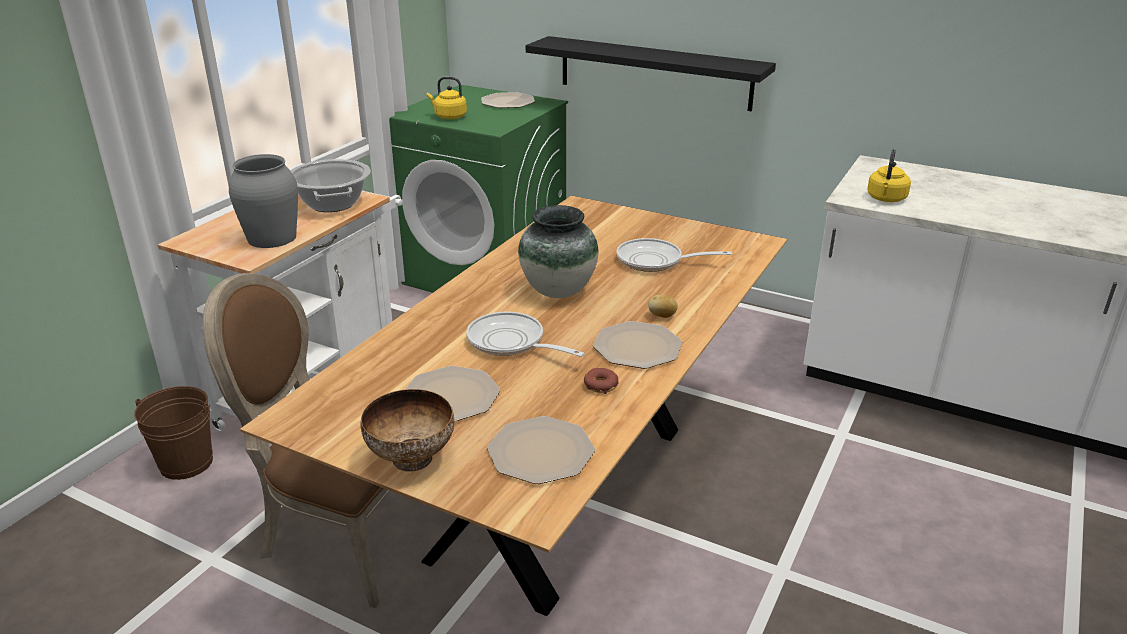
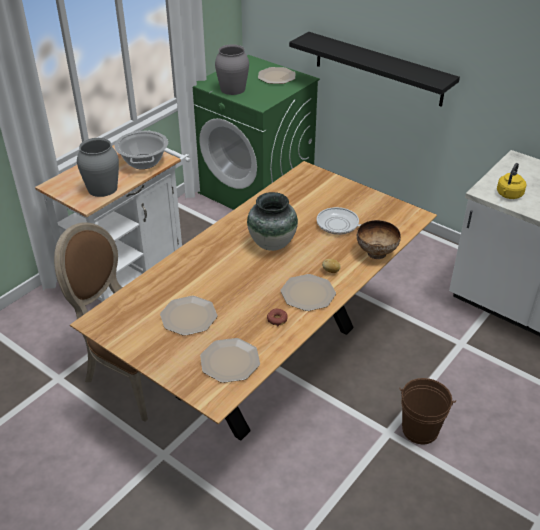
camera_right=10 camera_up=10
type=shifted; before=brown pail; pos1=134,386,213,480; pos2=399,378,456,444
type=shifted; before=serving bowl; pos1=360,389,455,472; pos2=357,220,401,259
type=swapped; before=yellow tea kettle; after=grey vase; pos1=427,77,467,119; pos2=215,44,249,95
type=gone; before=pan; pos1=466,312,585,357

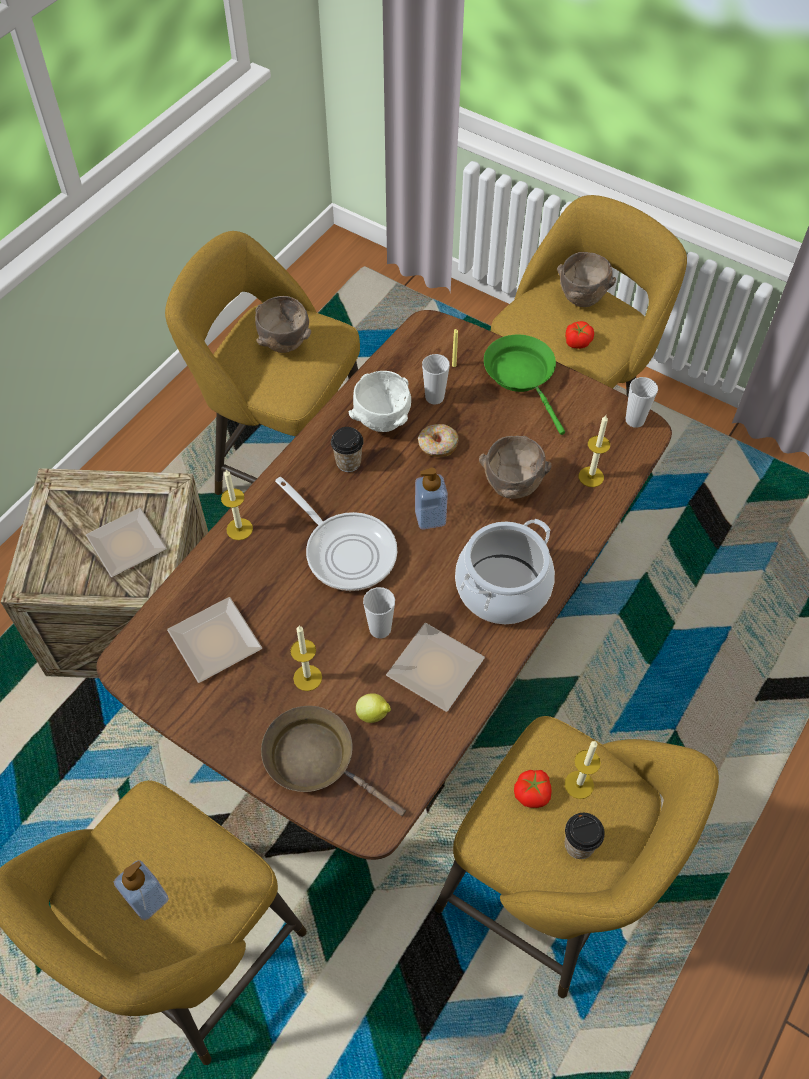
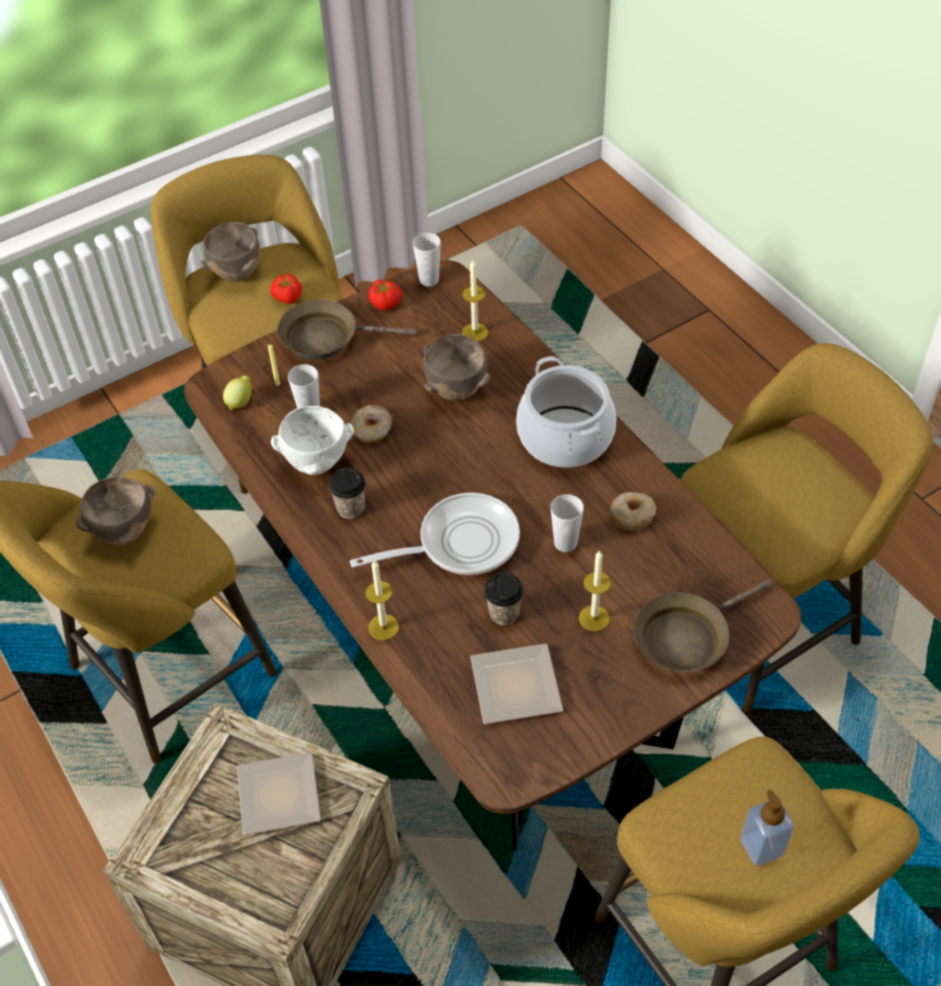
camera_right=-65 camera_up=-5
type=shifted; before=lemon; pos1=356,693,391,723; pos2=223,375,251,410
type=swapped; before=dinner plate; after=doughnut; pos1=386,623,485,712; pos2=610,492,656,530
type=gone; before=soap dispenser; pos1=415,468,448,529
type=repainted; before=green-coloured pan; after=brown pan; pos1=484,335,565,435; pos2=277,300,417,360
type=shifted; before=fresh tomato; pos1=514,770,551,808; pos2=369,279,402,311
type=gone; before=candle; pos1=565,741,601,799
type=shifted; before=drinking cup; pos1=565,813,605,859; pos2=484,572,524,625

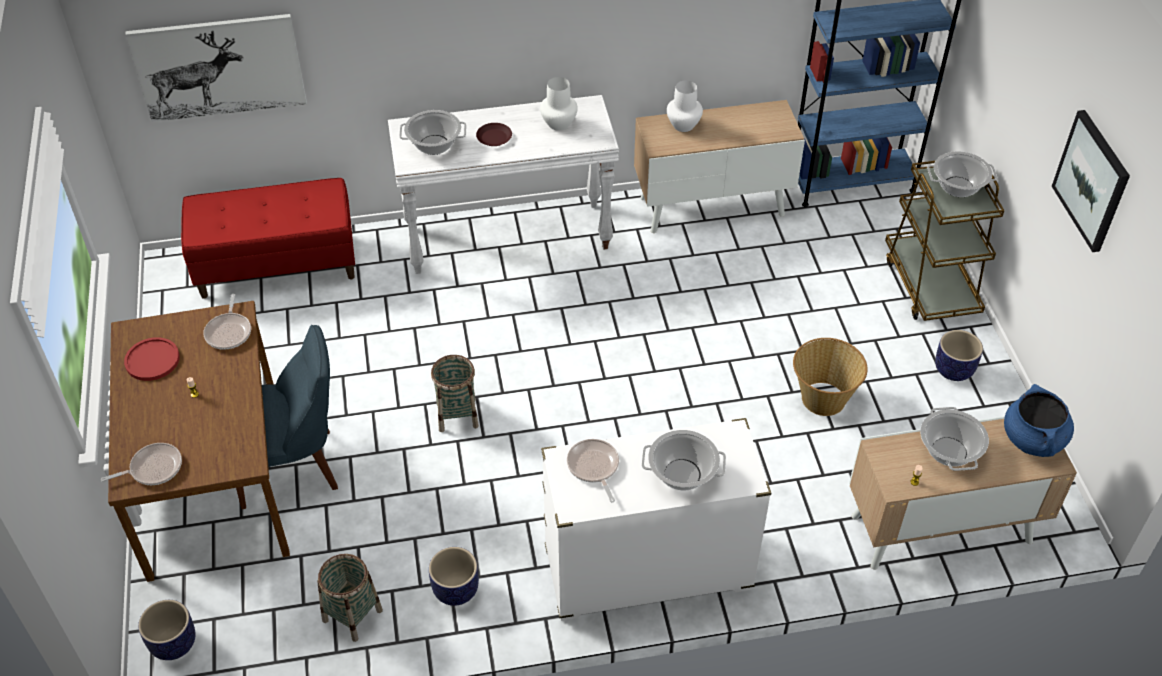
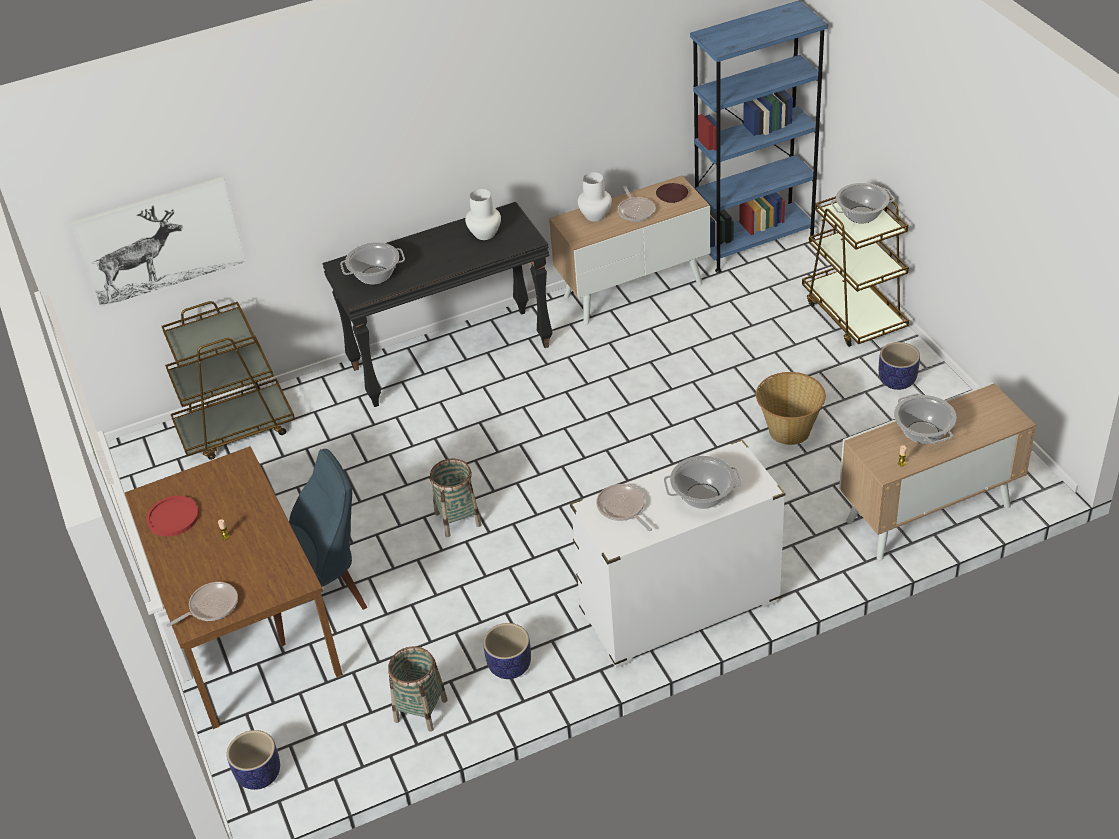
camera_right=-10 camera_up=-5
type=swapped; before=red-coloured long seat; after=brown trolley; pos1=181,178,355,299; pos2=162,301,295,460
type=shifted; before=pan; pos1=203,294,251,350; pos2=618,186,655,222
type=repainted; before=whitish narrow table; after=black-coloured narrow table; pos1=388,95,619,274; pos2=322,202,553,407
type=shifted; before=brown dinner plate; pos1=476,123,512,146; pos2=656,183,688,203
type=gone; before=blue cooking pot; pos1=1004,384,1074,457
type=gone; before=picture; pos1=1052,110,1130,252

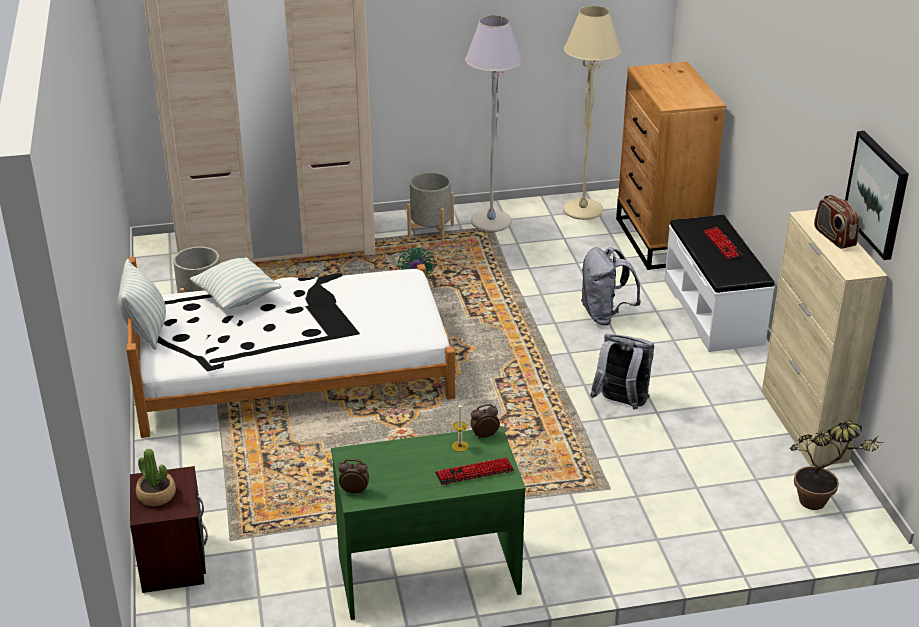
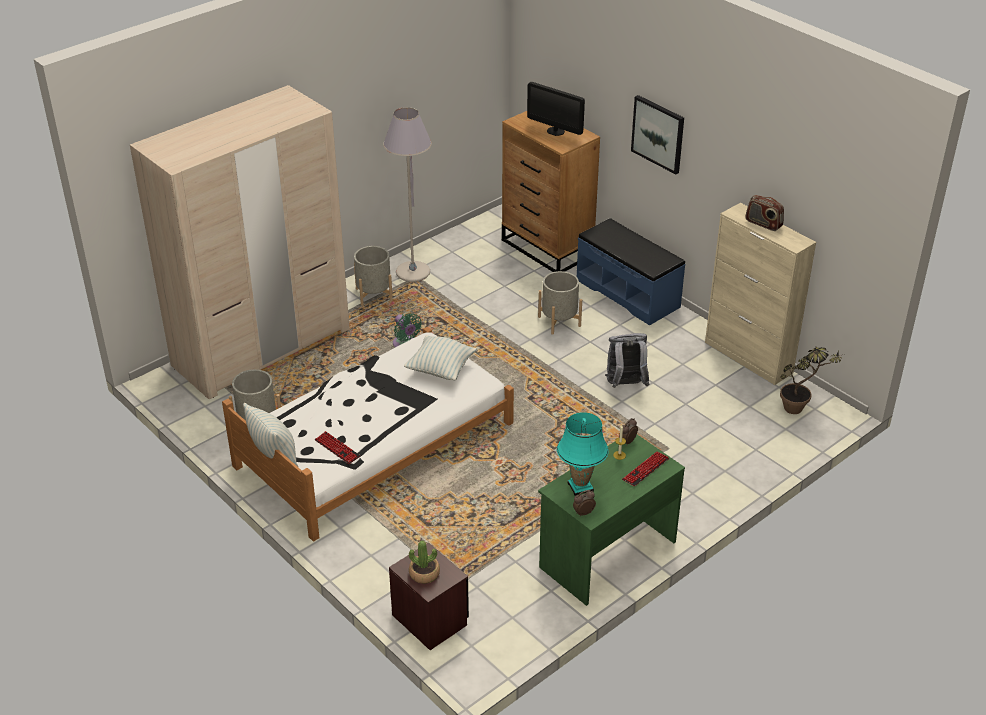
camera_right=-30 camera_up=5
type=shifted; before=cushion; pos1=190,257,281,309; pos2=404,335,477,380
type=gone; before=sand-coloured standing lamp; pos1=563,6,621,220
type=swapped; before=grey knapsack; after=grey flower pot; pos1=581,247,641,325; pos2=538,271,582,335
type=repainted; before=whitish long seat; after=blue long seat; pos1=664,215,775,352; pos2=577,218,685,326
type=shifted; before=keyboard; pos1=703,227,743,259; pos2=315,431,360,464
type=shifted; before=picture; pos1=845,131,909,260; pos2=631,95,684,174
type=new; after=monitor; pos2=527,82,585,136
type=new; after=turquoise-coloured lamp for a table; pos2=557,412,609,496

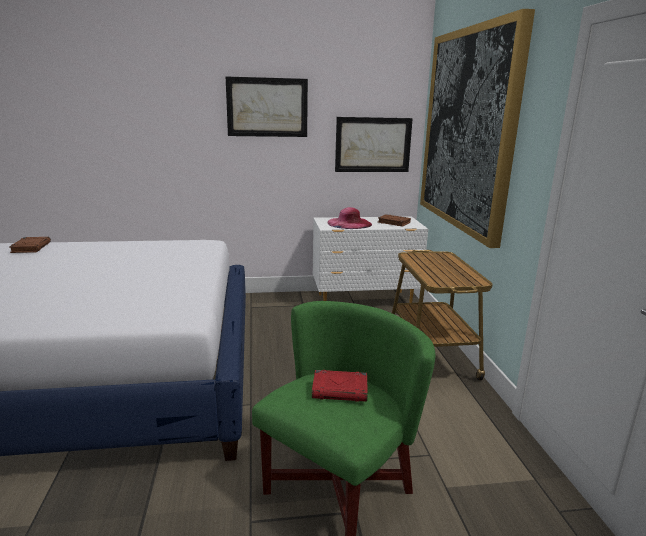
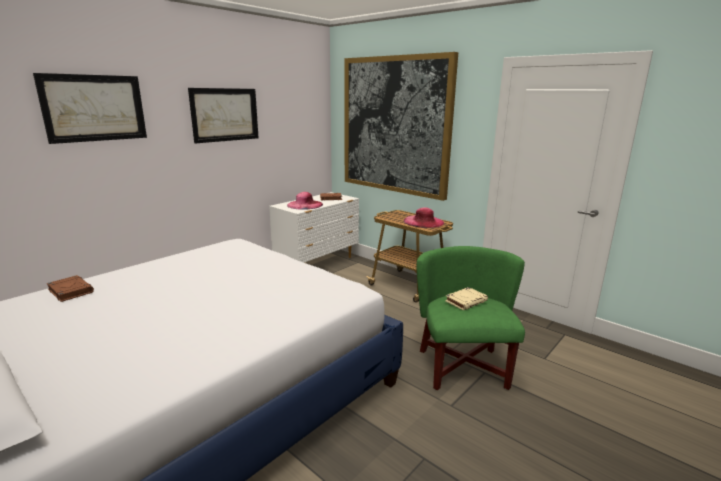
camera_right=-40 camera_up=0
type=repainted; before=red-coloured bound book; after=sand-coloured bound book; pos1=312,370,368,402; pos2=445,287,488,310
type=shifted; before=picture; pos1=335,117,413,172; pos2=33,73,147,144
type=new; after=pinkish clothing hat; pos2=404,207,444,228

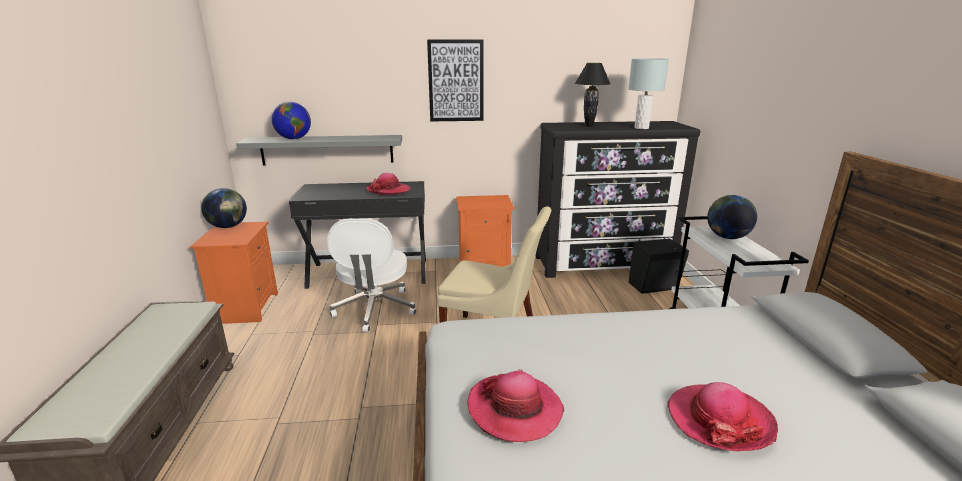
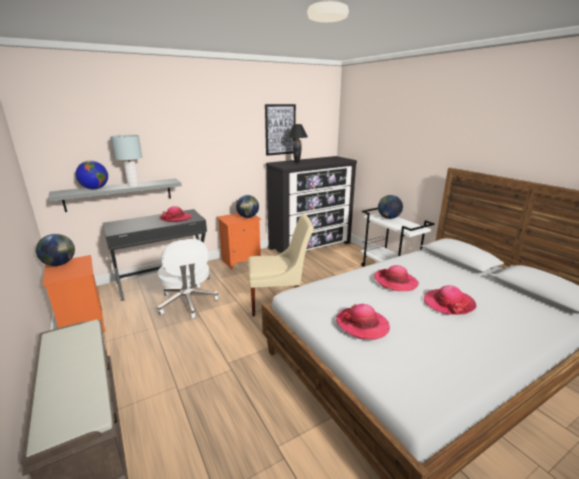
camera_right=-25 camera_up=0
type=shifted; before=picture; pos1=427,40,484,122; pos2=265,104,296,156
type=shifted; before=grey lamp for a table; pos1=628,58,669,129; pos2=110,135,142,187
type=gone; before=black-coloured audio speaker; pos1=629,237,689,294
type=new; after=desk globe; pos2=236,195,259,218
type=new; after=clothing hat; pos2=374,265,419,291

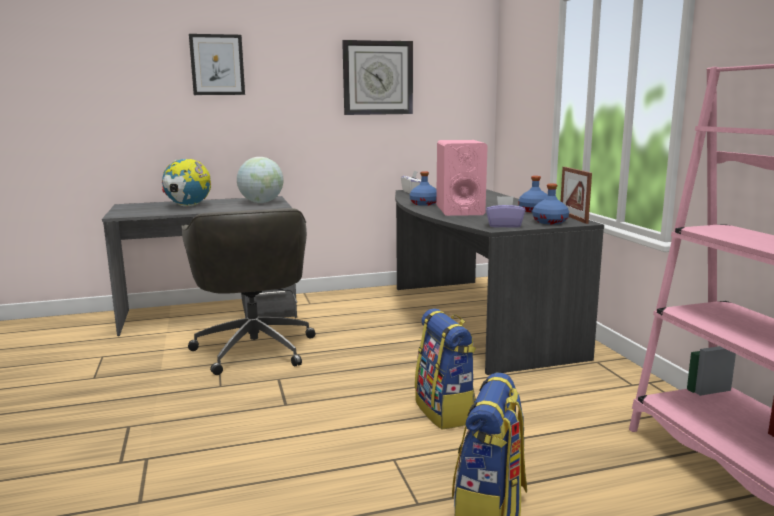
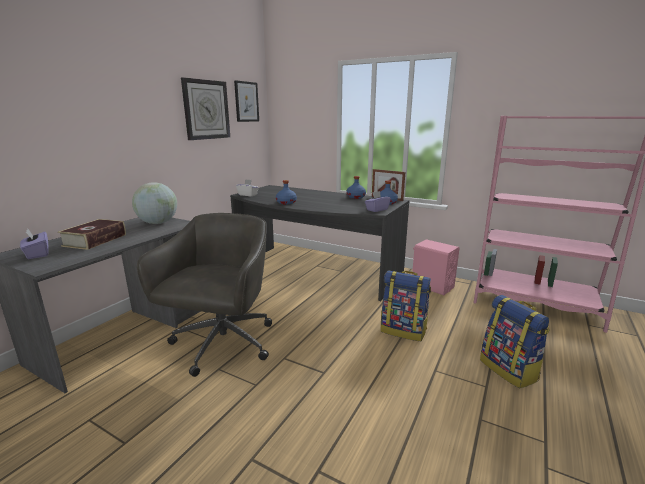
camera_right=-45 camera_up=5
type=swapped; before=desk globe; after=bound book; pos1=162,159,211,207; pos2=58,219,126,250
type=rotated; before=grey computer chair; pos1=181,208,316,375; pos2=137,213,272,377; turn=-105
type=shifted; before=picture; pos1=189,34,245,95; pos2=234,80,259,122
type=shifted; before=pinkish audio speaker; pos1=436,140,488,216; pos2=412,239,460,295
type=new; after=purplish tissue holder; pos2=20,229,49,259

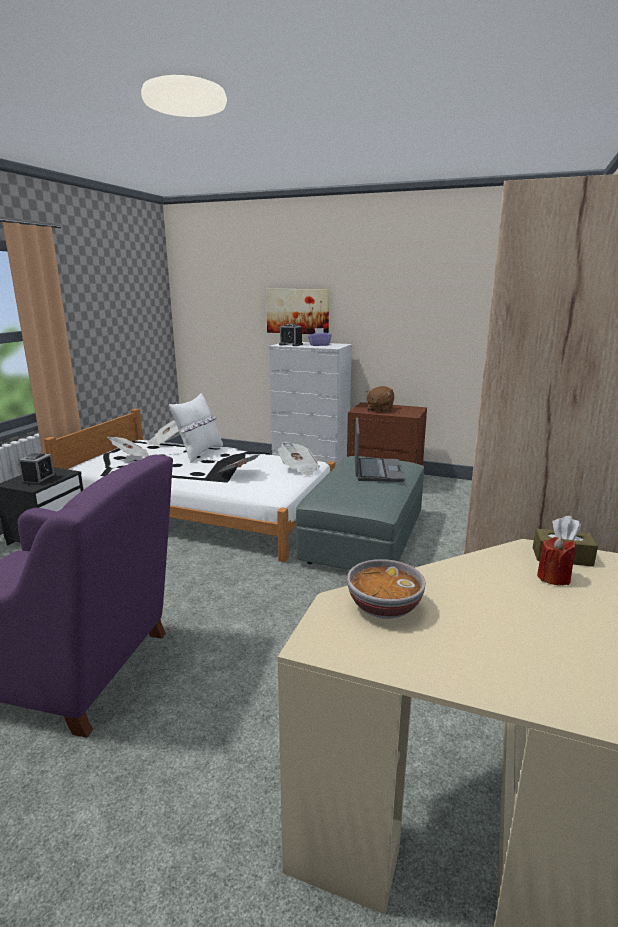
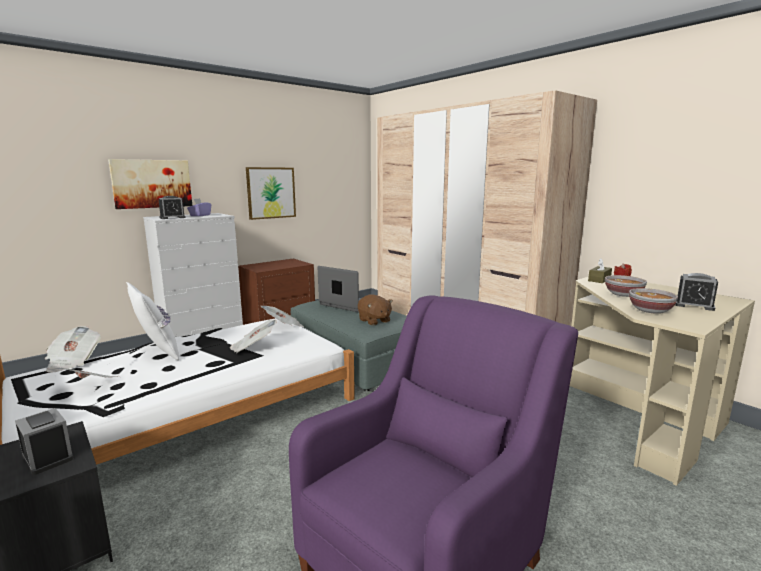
camera_right=-60 camera_up=-5
type=shifted; before=brown soft toy; pos1=366,386,394,412; pos2=358,294,393,326
type=new; after=picture; pos2=246,167,296,220
type=new; after=serving bowl; pos2=605,275,647,297
type=new; after=bedside clock; pos2=675,273,718,311

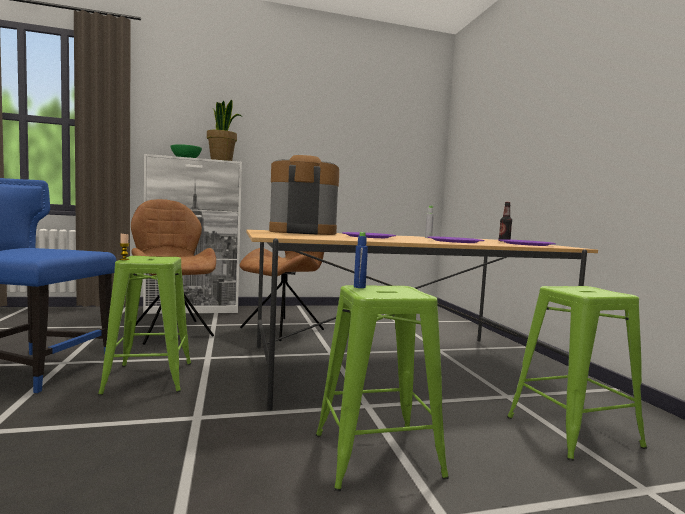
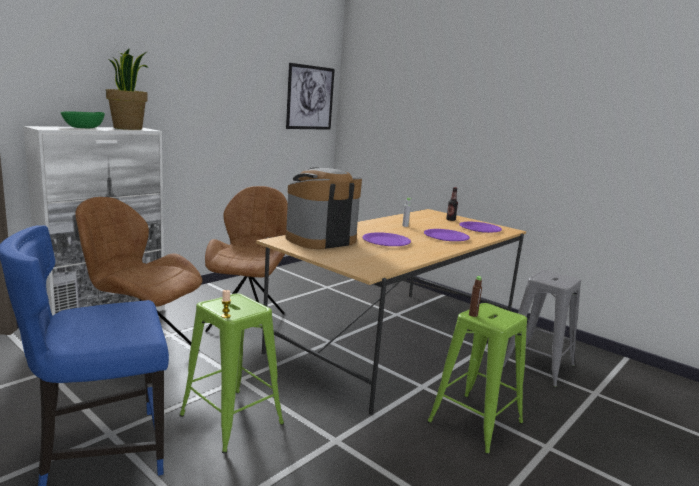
camera_right=-35 camera_up=10
type=repainted; before=blue beverage bottle; after=brown beverage bottle; pos1=354,232,368,288; pos2=469,276,482,317
type=repainted; before=green-coloured stool; after=grey stool; pos1=507,286,647,461; pos2=503,270,581,387
type=new; after=picture; pos2=286,63,335,130

